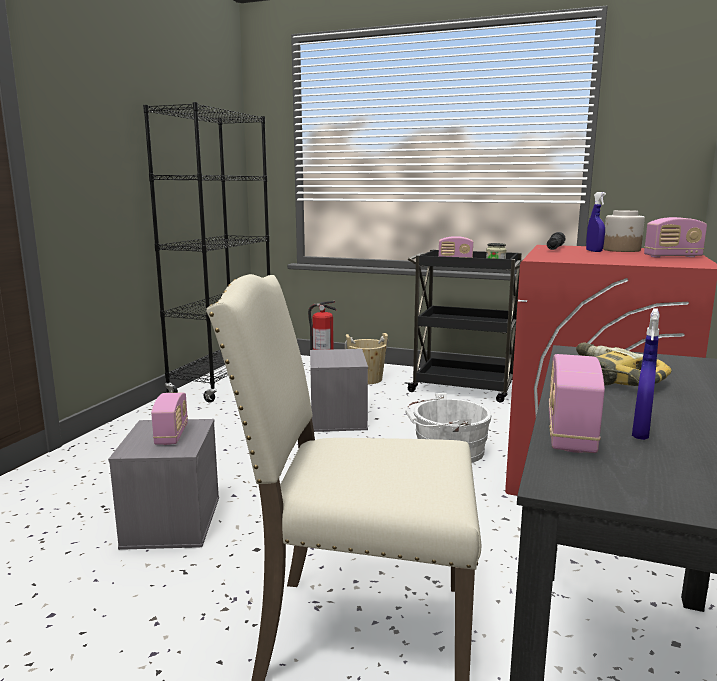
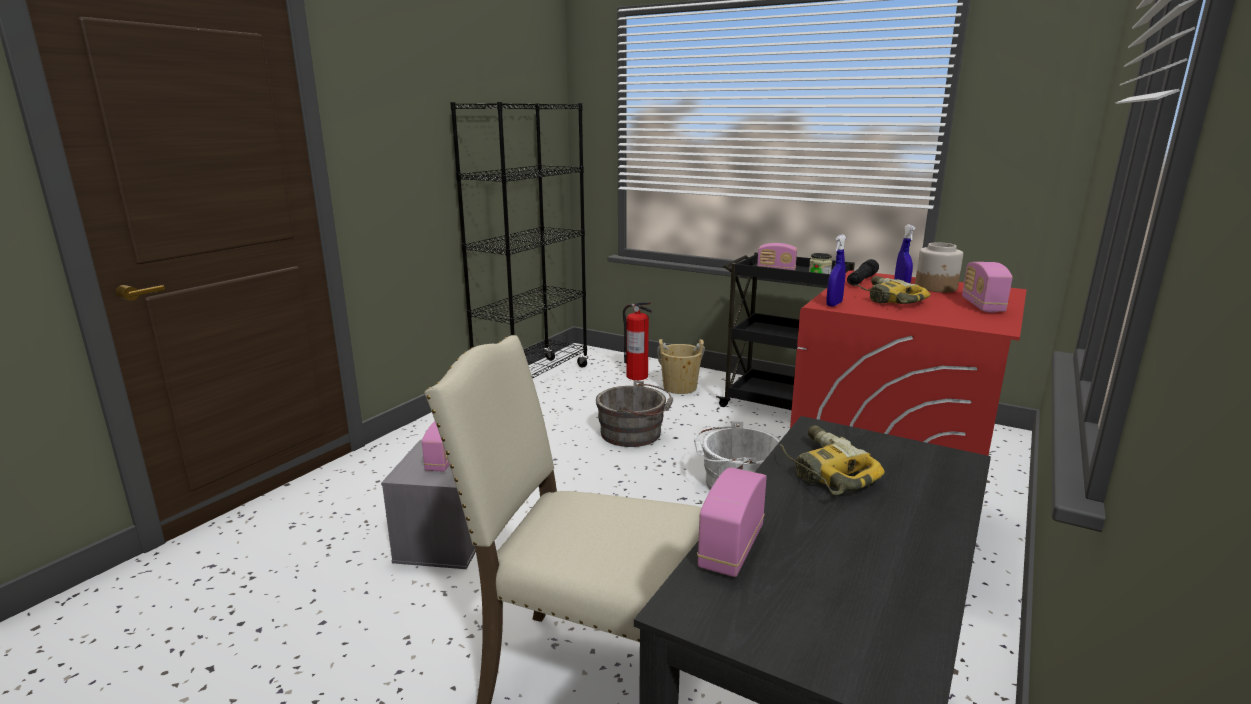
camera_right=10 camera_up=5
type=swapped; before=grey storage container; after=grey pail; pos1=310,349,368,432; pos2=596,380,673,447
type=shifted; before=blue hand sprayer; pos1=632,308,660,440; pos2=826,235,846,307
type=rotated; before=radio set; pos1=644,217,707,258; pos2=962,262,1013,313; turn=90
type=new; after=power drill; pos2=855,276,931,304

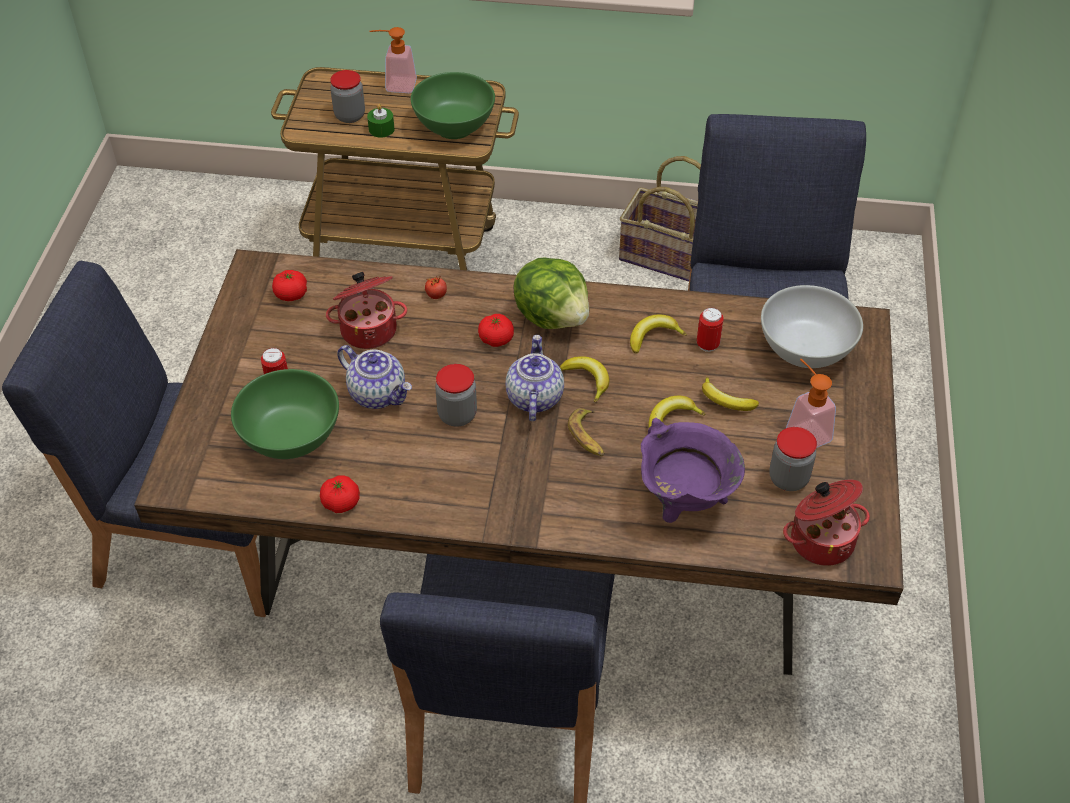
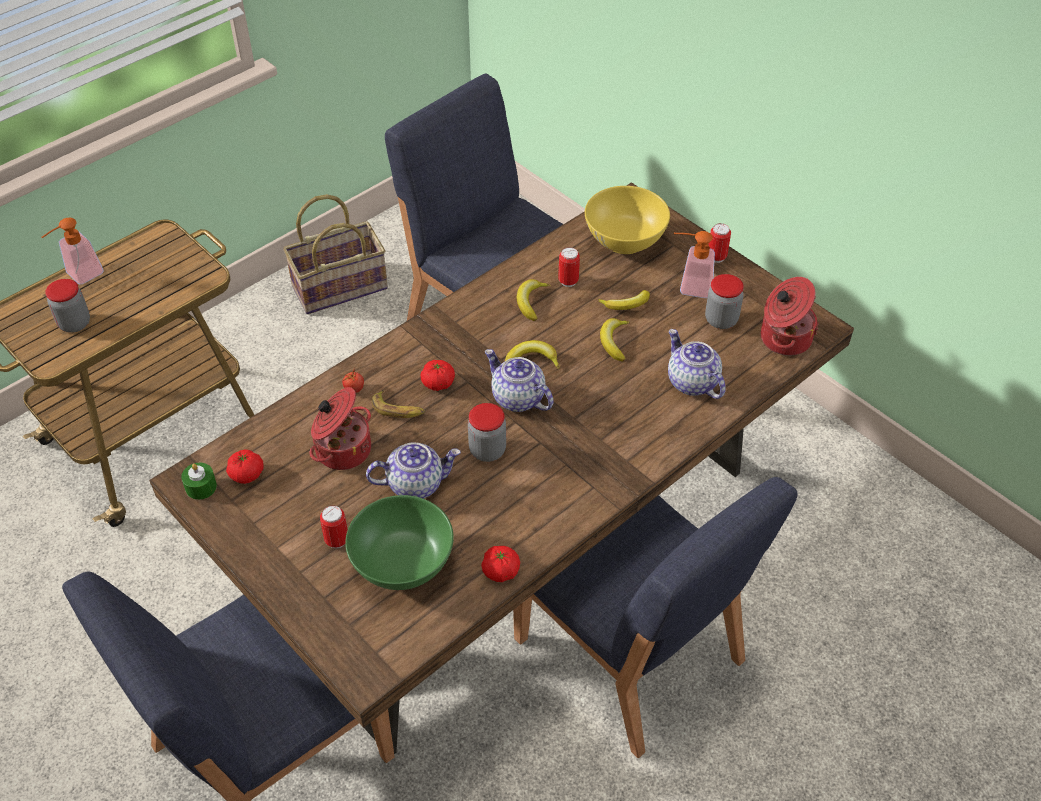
camera_right=-50 camera_up=0
type=shifted; before=green-coloured candle; pos1=367,104,394,138; pos2=181,463,217,500
type=gone; before=green-coloured serving bowl; pos1=411,72,495,139
type=gone; before=lettuce; pos1=513,258,589,329
type=shifted; before=whole banana; pos1=568,408,604,456; pos2=372,390,425,418
type=swapped; before=purplish cooking pot; after=teapot; pos1=641,418,745,523; pos2=668,329,726,399
type=repainted; before=whitish serving bowl; after=yellow serving bowl; pos1=761,285,863,368; pos2=585,186,670,254
type=new; after=can; pos2=709,223,731,263

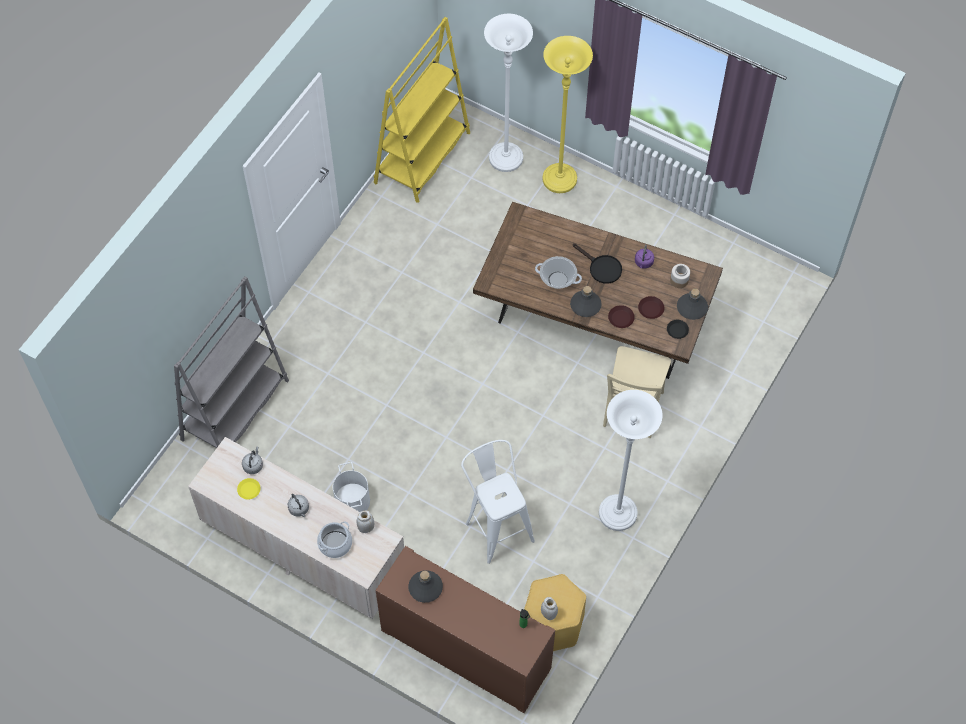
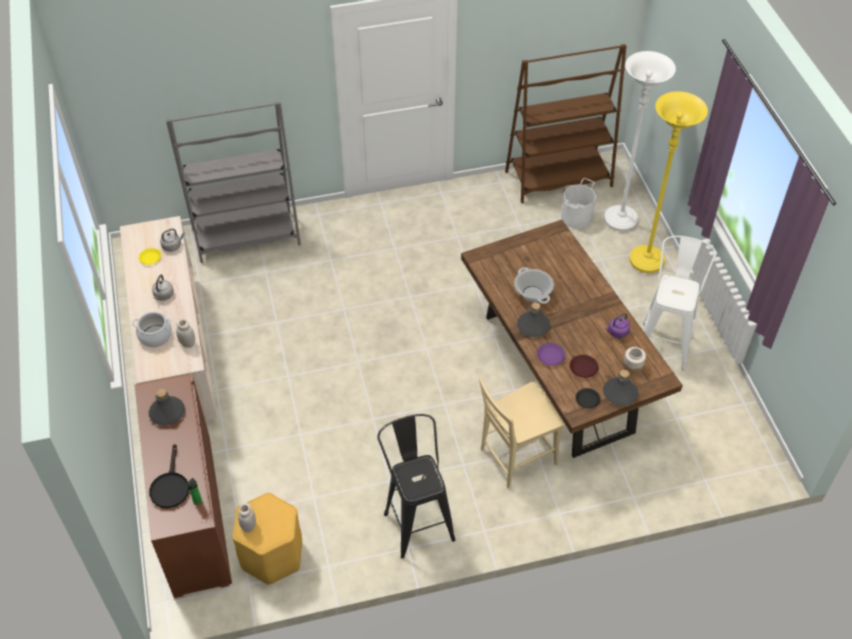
camera_right=45 camera_up=-10
type=shifted; before=whitish pail; pos1=333,462,370,512; pos2=561,178,596,229
type=repainted; before=yellow bookcase; after=brown bookcase; pos1=374,17,470,203; pos2=505,44,627,203
type=shifted; before=whitish stool; pos1=461,440,535,564; pos2=643,236,716,371
type=shifted; before=black-coloured pan; pos1=573,243,622,284; pos2=149,444,189,508
type=swapped; before=whitish standing lamp; after=black-coloured stool; pos1=599,390,662,531; pos2=377,414,455,559
type=repainted; before=brown dinner plate; after=purplish dinner plate; pos1=608,305,635,328; pos2=537,343,566,366

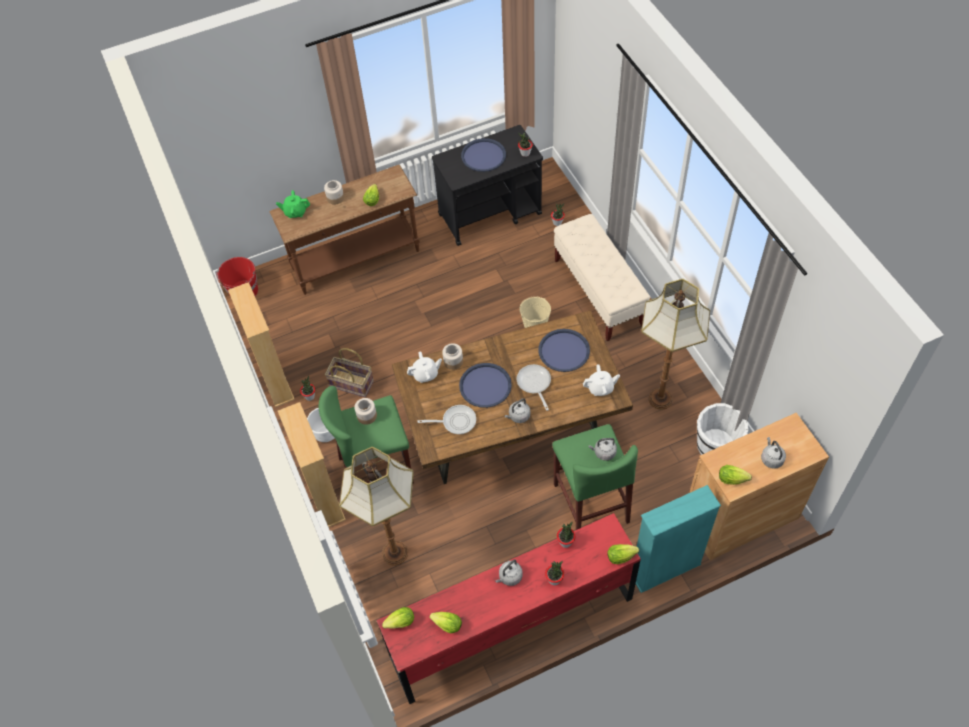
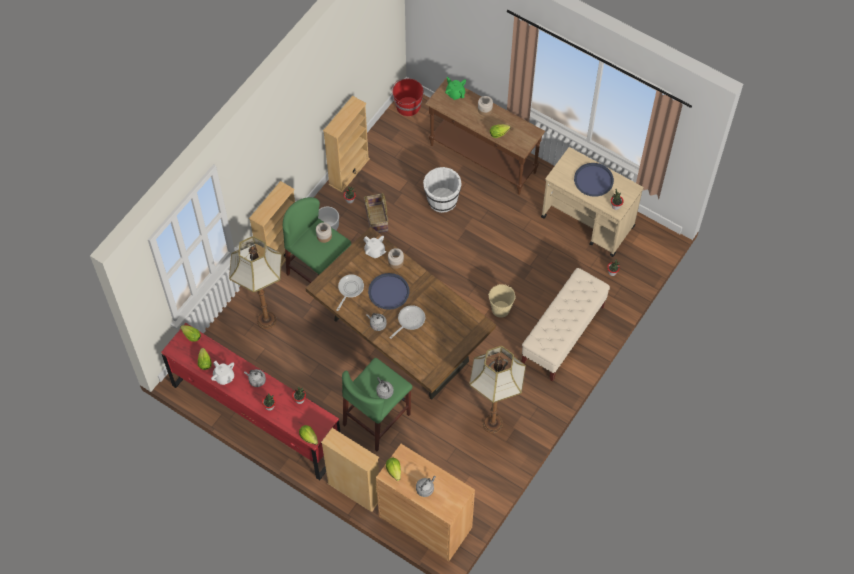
camera_right=55 camera_up=5
type=rotated; before=pan; pos1=417,405,476,434; pos2=336,274,364,311; turn=-120
type=repainted; before=black-coloured trolley; after=sand-coloured trolley; pos1=432,125,543,246; pos2=541,147,644,257
type=gone; before=blue carrying tray; pos1=539,329,590,372
type=shifted; before=whitish teapot; pos1=583,364,620,396; pos2=211,361,234,385
type=repainted; before=turquoise-coloured bookcase; after=sand-coloured bookcase; pos1=636,485,721,593; pos2=321,428,379,512
type=shifted; before=whitish pail; pos1=697,403,749,455; pos2=423,167,462,213

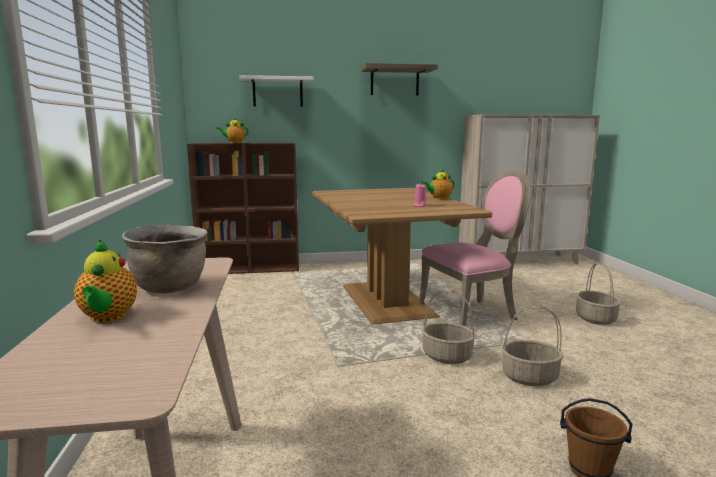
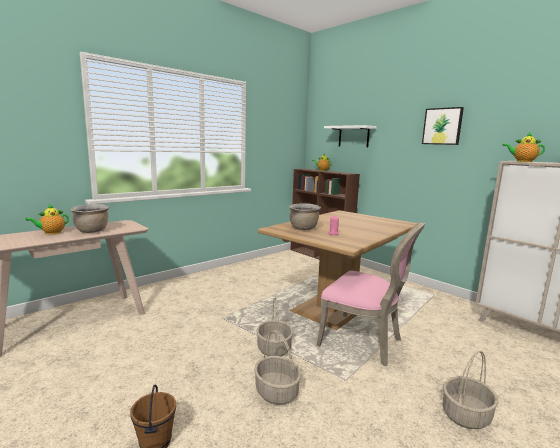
camera_right=55 camera_up=0
type=swapped; before=wall shelf; after=picture; pos1=361,63,438,96; pos2=422,107,464,145
type=shifted; before=teapot; pos1=421,167,455,200; pos2=502,132,545,162
type=new; after=brown cooking pot; pos2=289,203,321,230

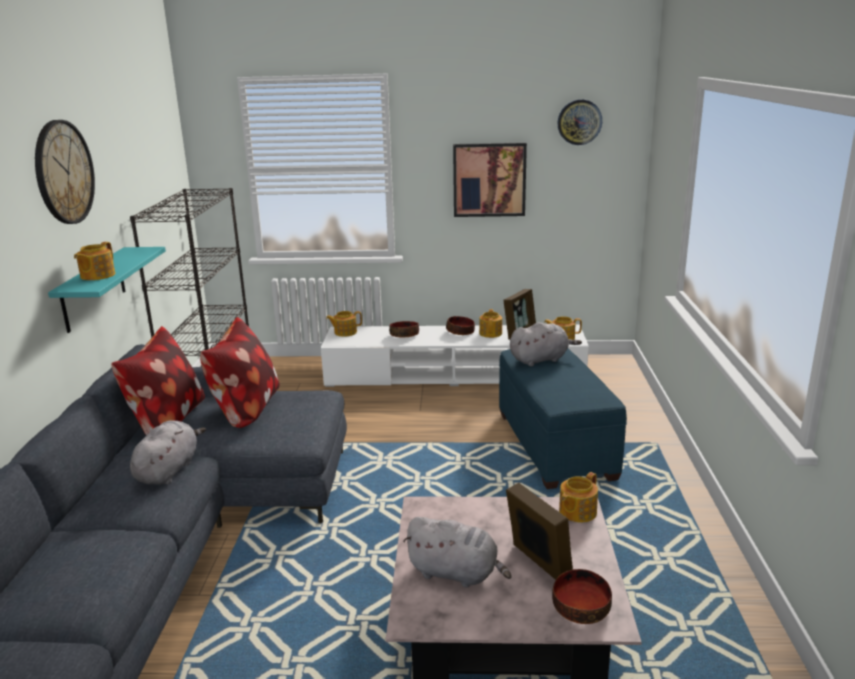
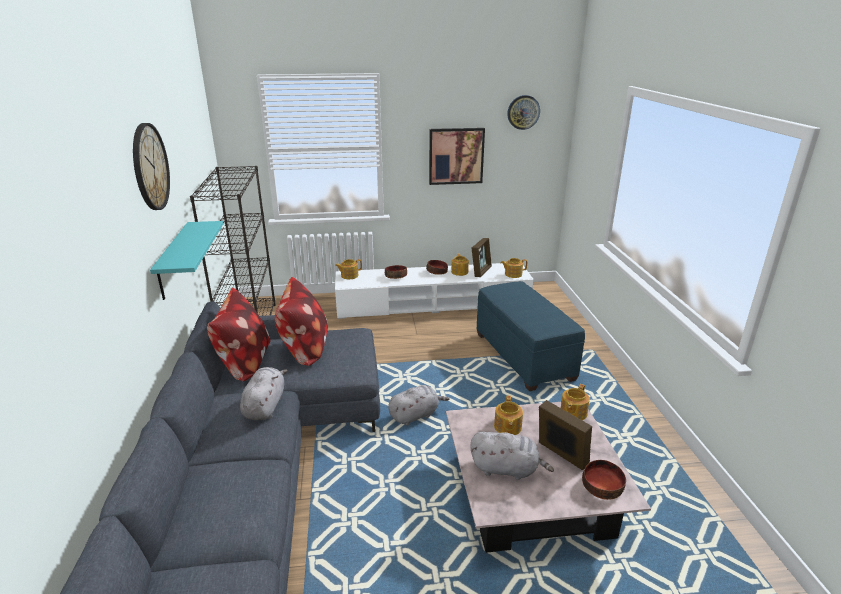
camera_right=-10 camera_up=5
type=shifted; before=teapot; pos1=74,242,115,280; pos2=494,396,523,435
type=shifted; before=grey soft toy; pos1=510,322,582,366; pos2=388,385,450,426

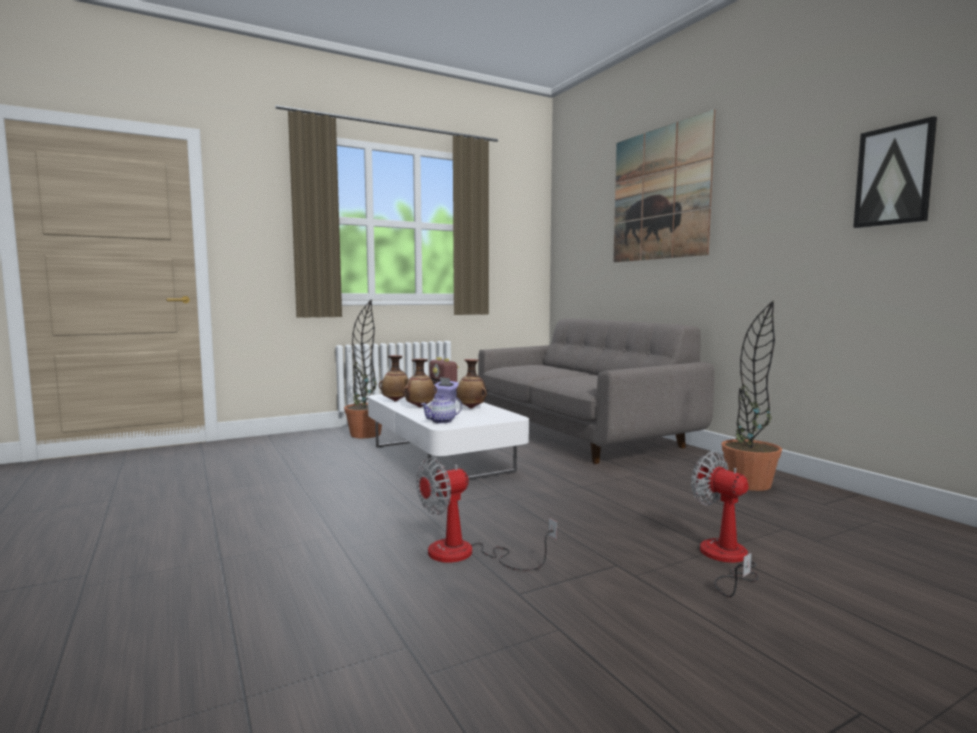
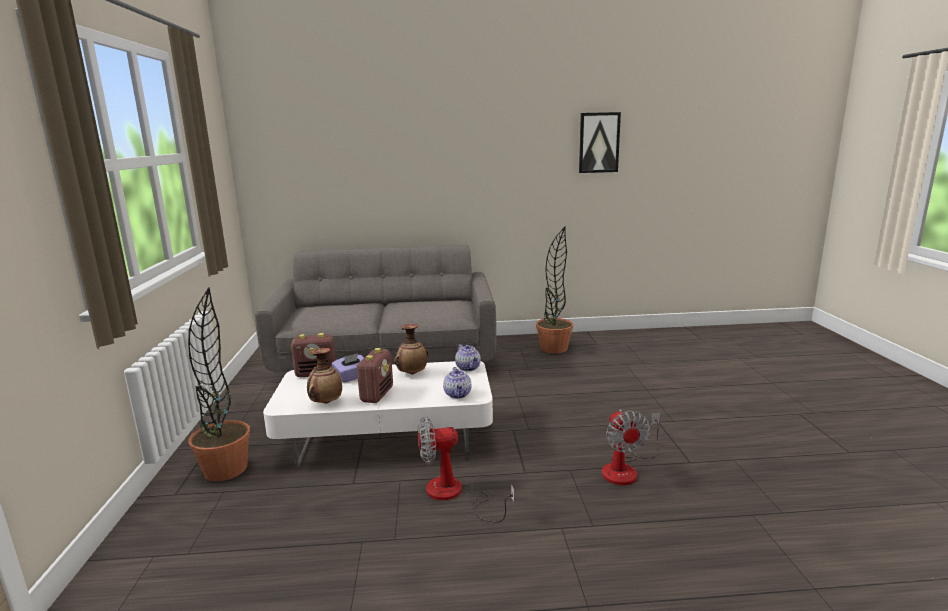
camera_right=-65 camera_up=10
type=swapped; before=vase; after=radio set; pos1=403,359,437,407; pos2=356,348,393,403
type=gone; before=picture; pos1=613,109,715,262
type=shifted; before=cooling fan; pos1=691,451,759,597; pos2=418,417,514,523
type=new; after=teapot; pos2=455,344,481,371

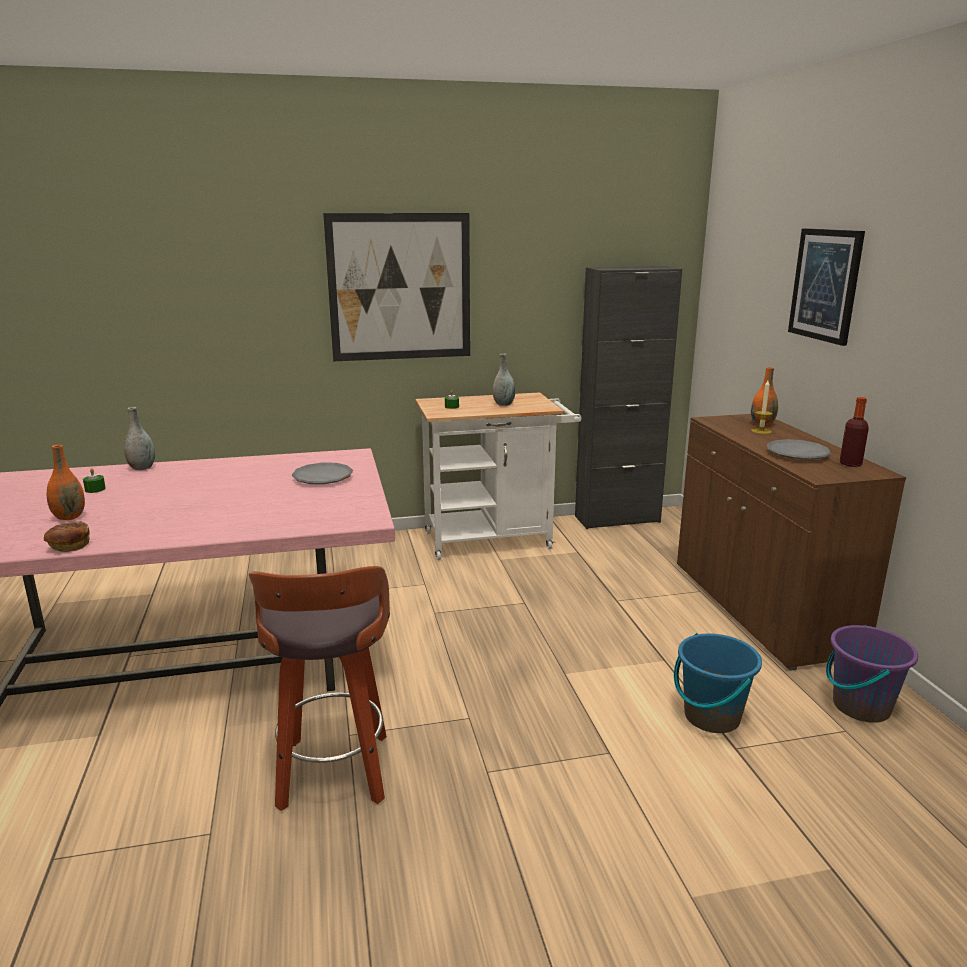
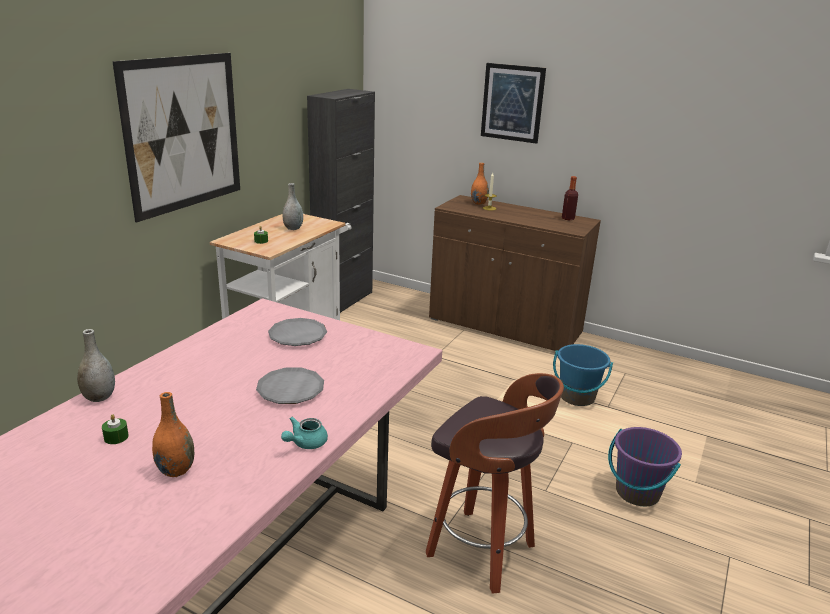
camera_right=-50 camera_up=5
type=gone; before=bread; pos1=44,521,90,552
type=shifted; before=grey dinner plate; pos1=767,439,831,460; pos2=256,368,324,404
type=shifted; before=purplish pail; pos1=826,625,918,723; pos2=608,427,682,506
type=new; after=turquoise-coloured teapot; pos2=281,417,328,449

